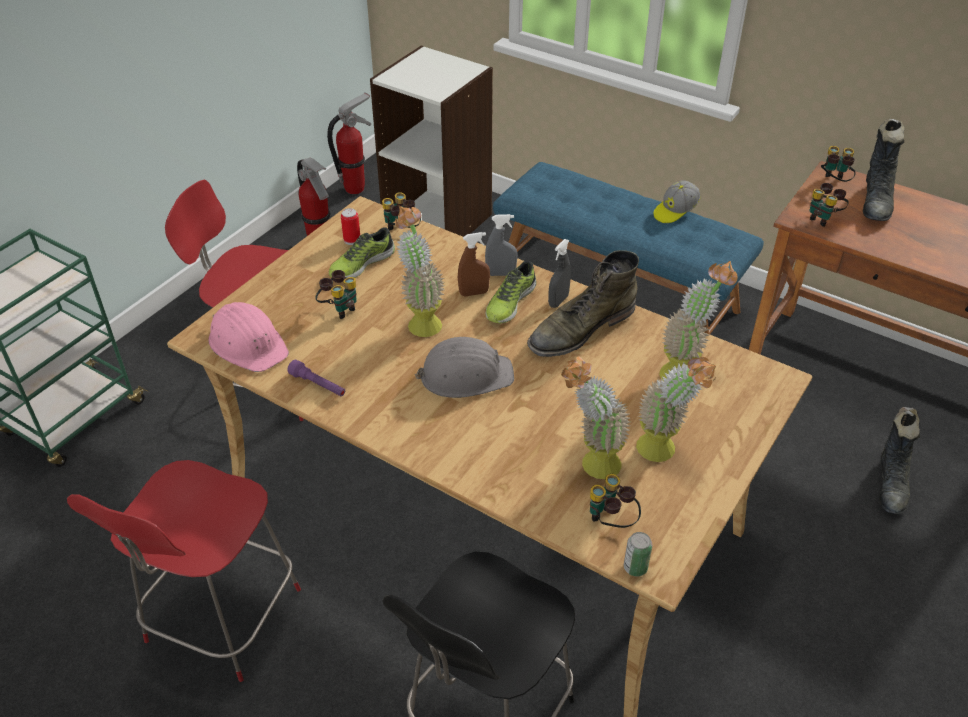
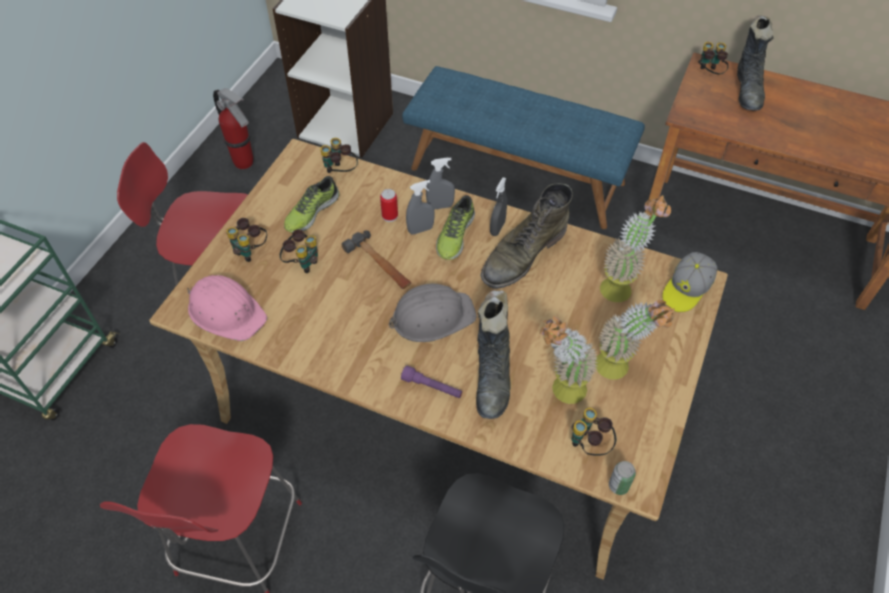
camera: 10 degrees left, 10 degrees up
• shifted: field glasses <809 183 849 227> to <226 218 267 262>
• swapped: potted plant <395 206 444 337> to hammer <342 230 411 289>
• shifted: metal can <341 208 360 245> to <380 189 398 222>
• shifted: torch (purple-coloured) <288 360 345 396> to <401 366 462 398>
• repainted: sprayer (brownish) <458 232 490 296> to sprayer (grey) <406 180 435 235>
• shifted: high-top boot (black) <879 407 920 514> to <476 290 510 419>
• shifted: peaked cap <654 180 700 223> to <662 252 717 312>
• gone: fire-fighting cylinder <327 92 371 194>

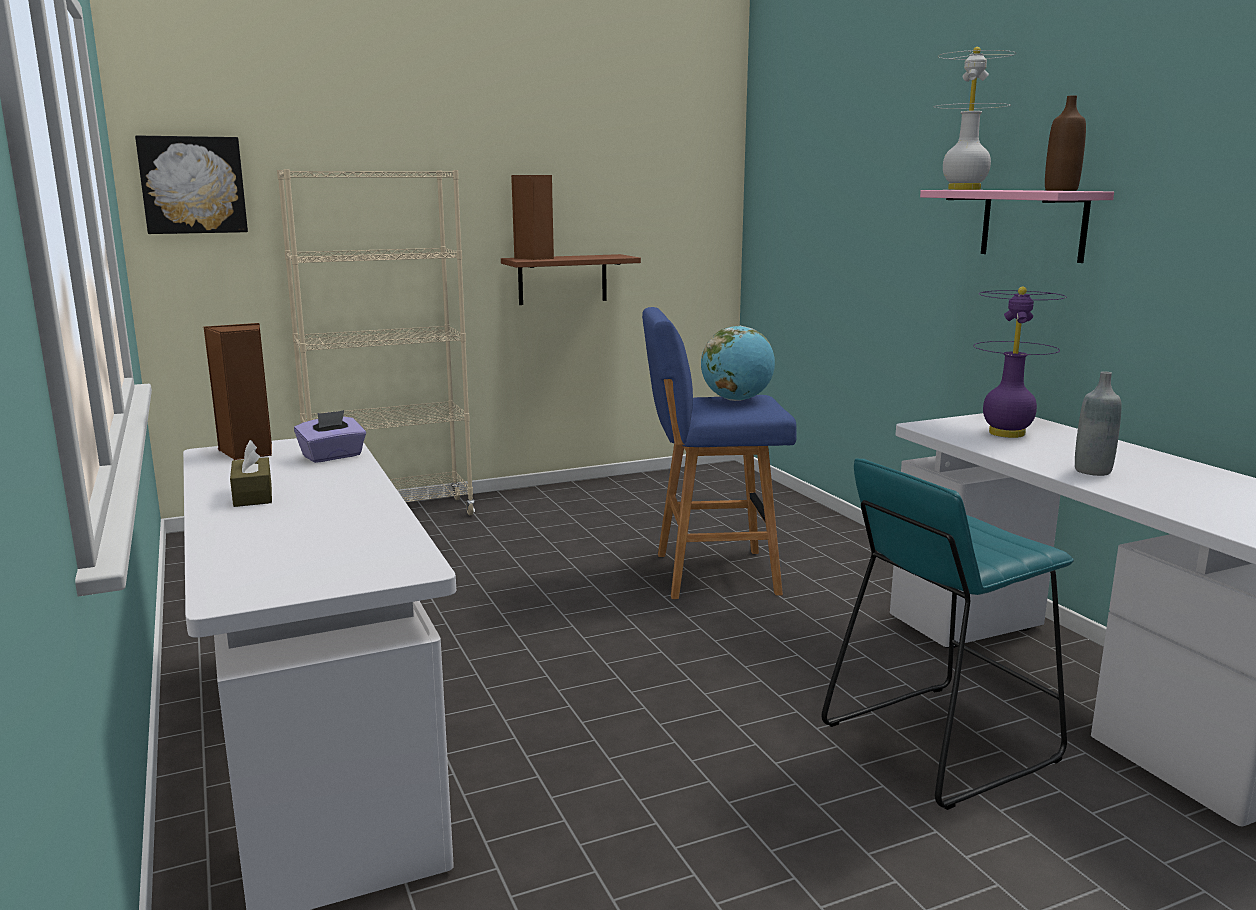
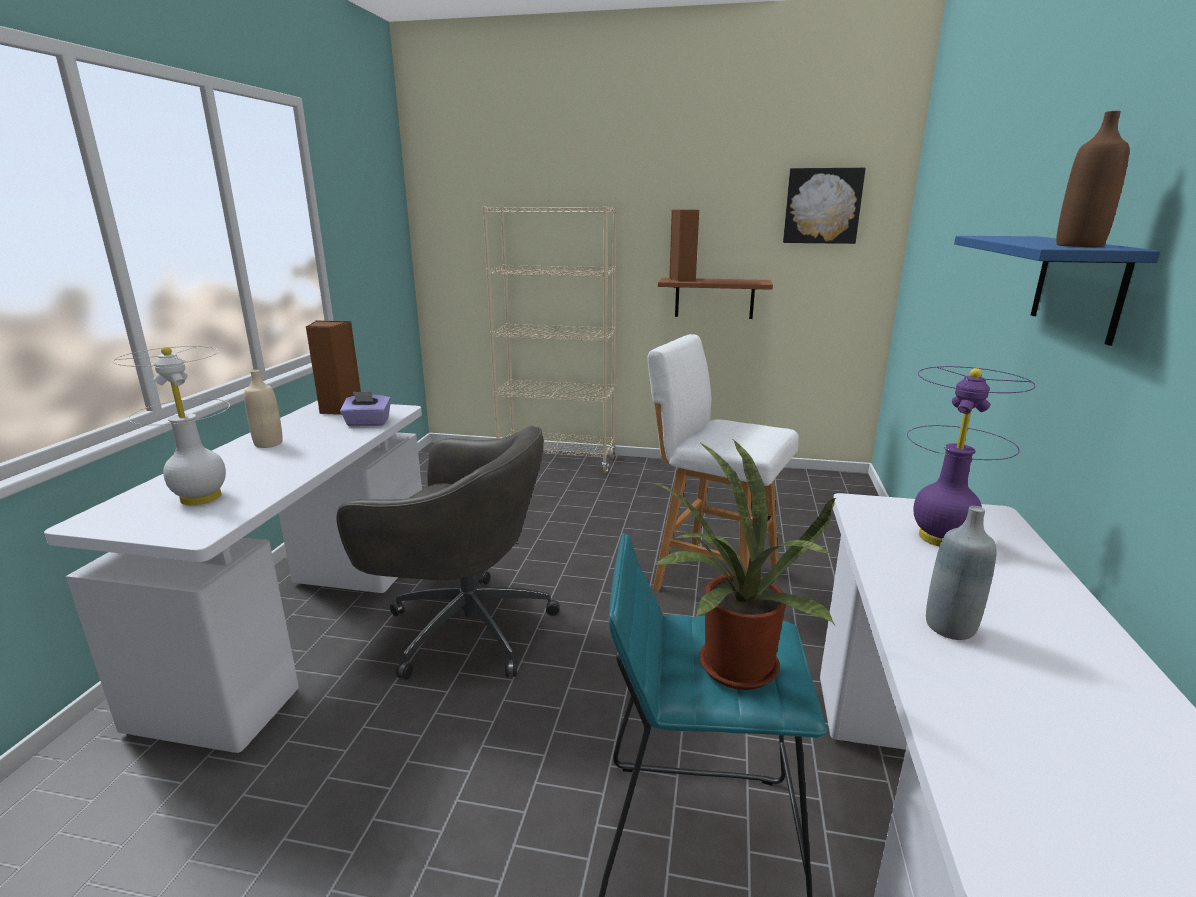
camera: 35 degrees right, 5 degrees up
• shifted: tabletop lamp (white-coloured) <934 47 1016 190> to <113 346 230 505>
• swapped: tissue box (brownish) <230 440 272 507> to beverage bottle (sand-coloured) <244 370 283 448>
• new: computer chair (grey) <337 426 559 680>
• repainted: stool seat (blue-coloured) <642 307 797 599> to stool seat (white-coloured) <648 334 799 591>
• new: potted plant <650 440 836 690>
• shifted: wall art <135 136 248 234> to <783 168 866 244>
• repainted: wall shelf (pinkish) <920 190 1114 263> to wall shelf (blue-coloured) <954 236 1161 346>
• gone: globe <701 326 775 401>

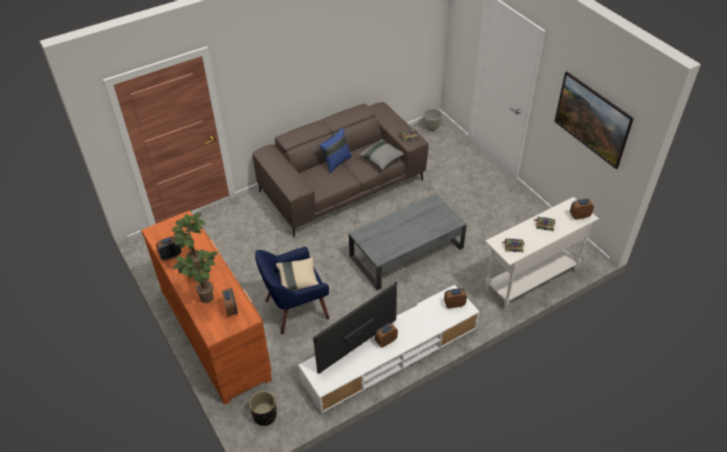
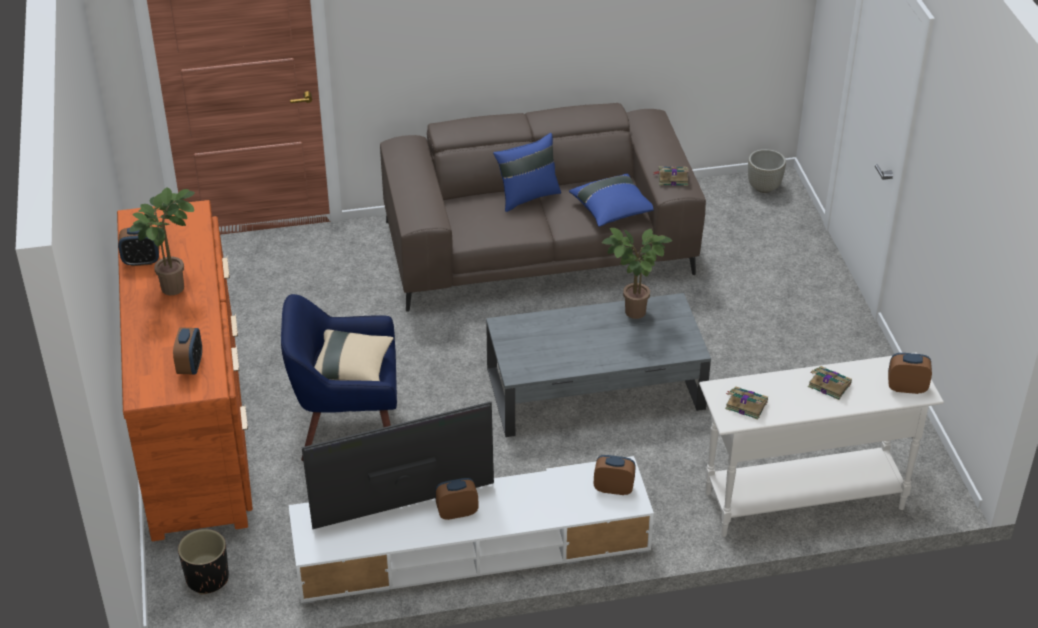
camera: 20 degrees right, 5 degrees down
• repainted: throw pillow (grey) <358 139 404 170> to throw pillow (blue-coloured) <569 174 654 227>
• shifted: potted plant <173 249 218 303> to <602 228 673 319>
• gone: wall art <554 72 634 169>

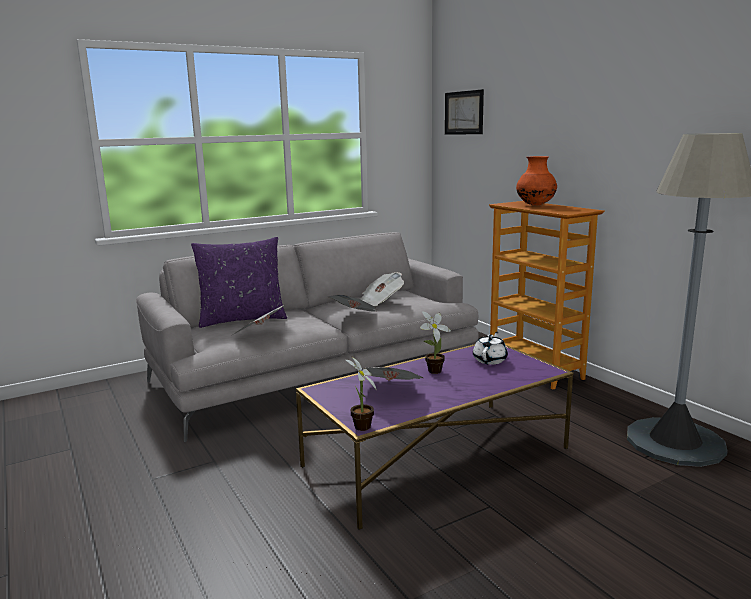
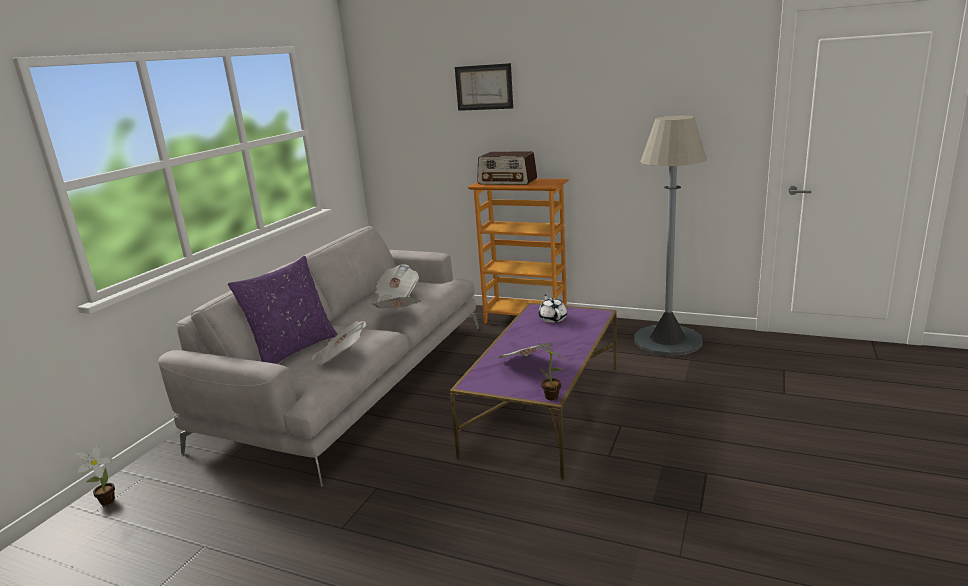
camera: 35 degrees left, 5 degrees up
• shifted: potted plant <420 311 451 374> to <76 446 115 505>
• shifted: wall art <445 89 484 134> to <455 63 513 111>
• swapped: vase (orange) <516 156 557 205> to radio <477 151 537 185>

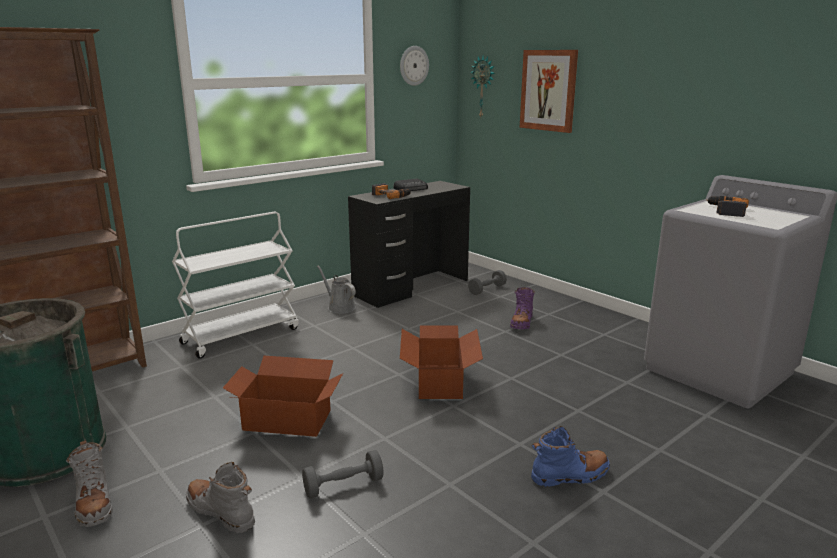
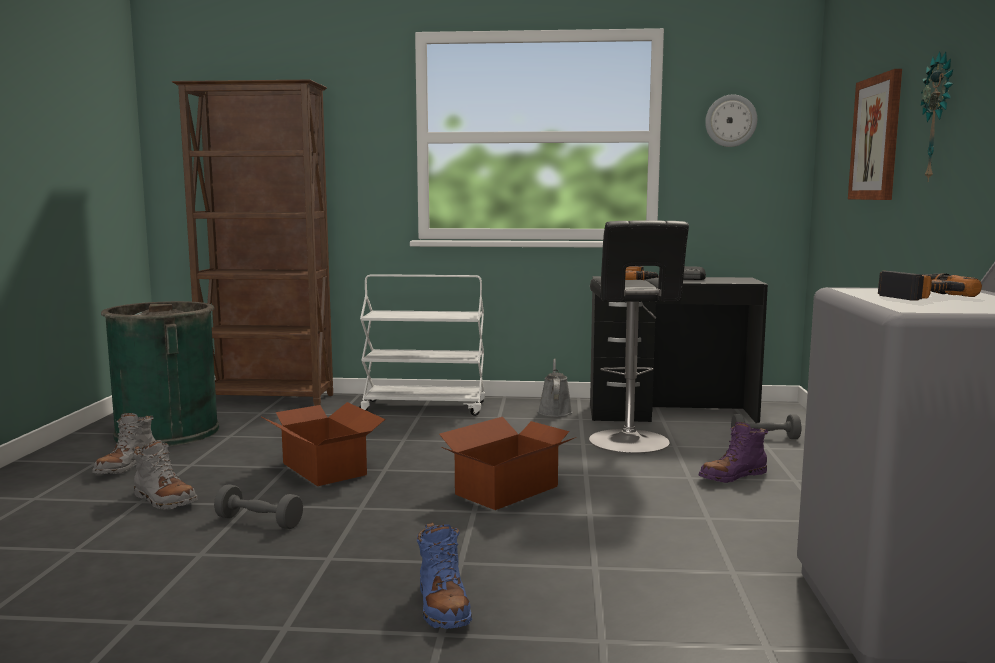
camera: 45 degrees right, 10 degrees down
• rotated: high-top boot (grey) <186 462 255 533> = <132 440 198 510> 135 degrees clockwise
• rotated: high-top boot (blue-coloured) <531 426 610 487> = <417 522 472 629> 45 degrees clockwise
• new: stool seat (black) <589 220 689 453>
• shifted: clock on the wall <470 56 495 117> to <921 51 953 181>

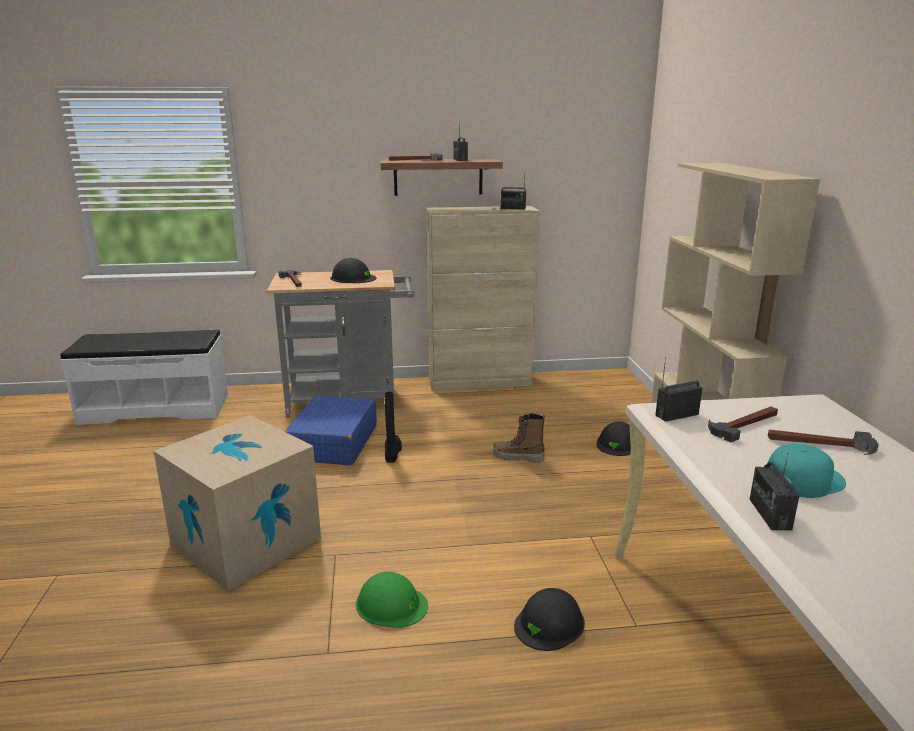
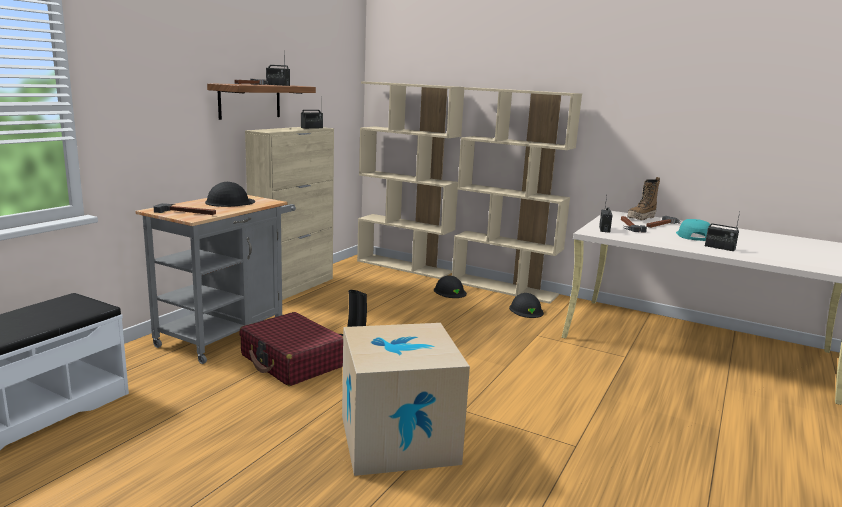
camera: 55 degrees left, 5 degrees down
• repainted: travel case (blue-coloured) <285 396 377 465> to travel case (red-coloured) <239 312 343 386>
• new: bookshelf (sand-coloured) <357 82 464 279>
• shifted: hard hat (black) <514 588 585 651> to <509 293 544 318>
• shifted: high-top boot <492 413 545 463> to <627 177 660 220>
• gone: hard hat (green) <356 572 428 628>

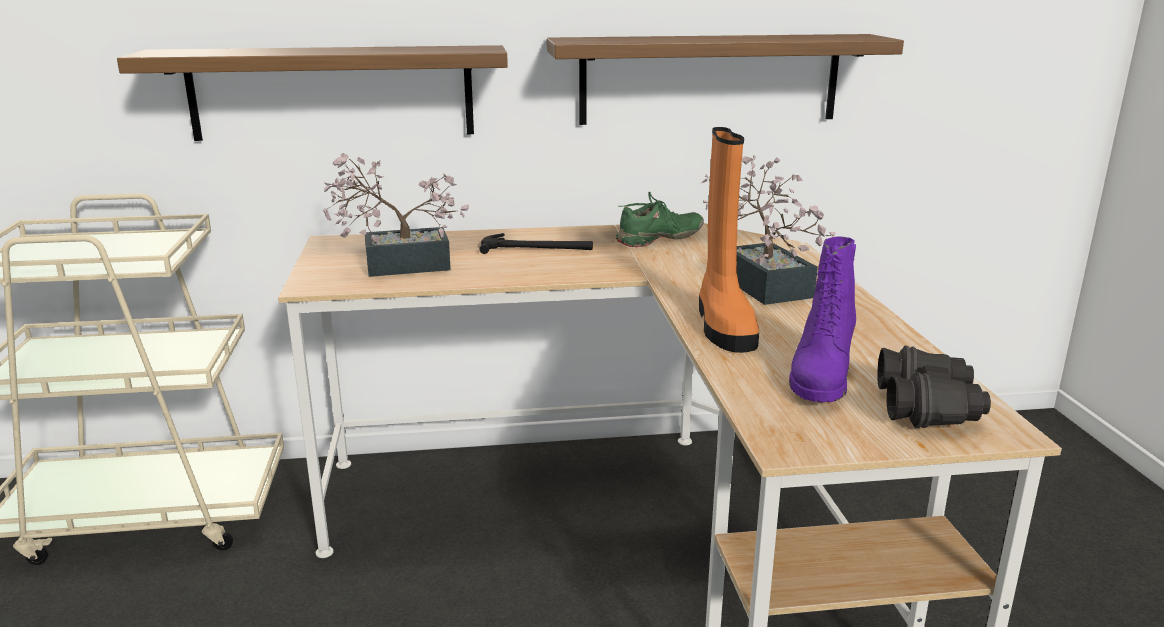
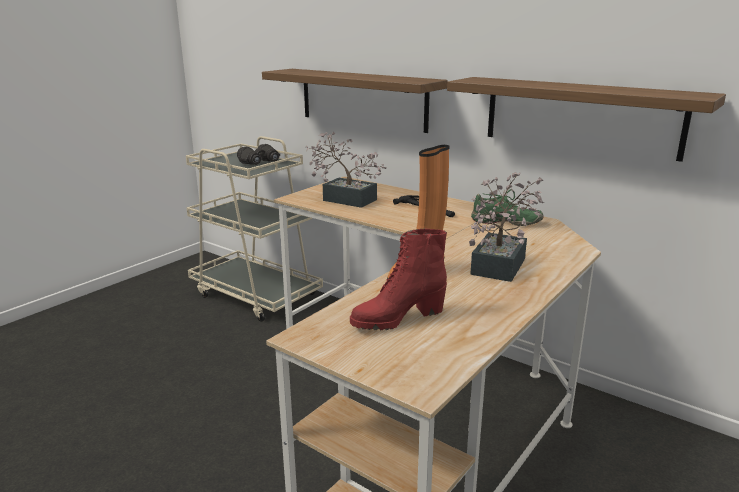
camera: 45 degrees right, 0 degrees up
• shifted: field glasses (black) <877 346 991 428> to <237 144 280 165>
• repainted: high-top boot (purple-coloured) <789 236 856 402> to high-top boot (red-coloured) <350 229 447 330>

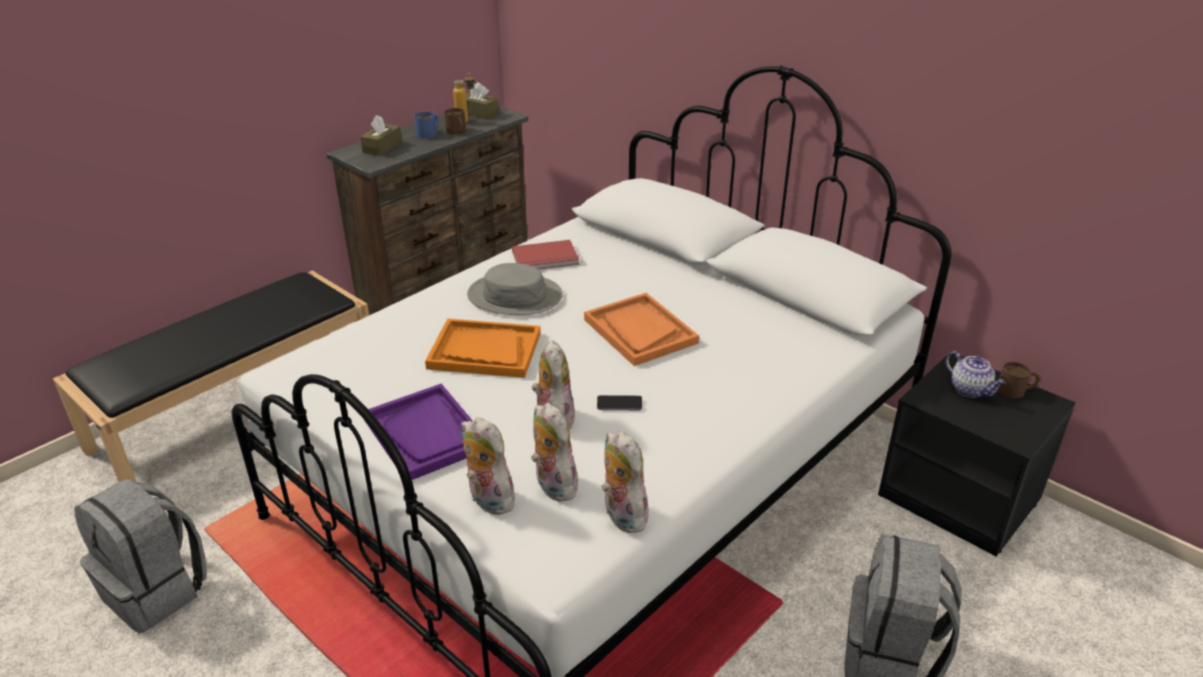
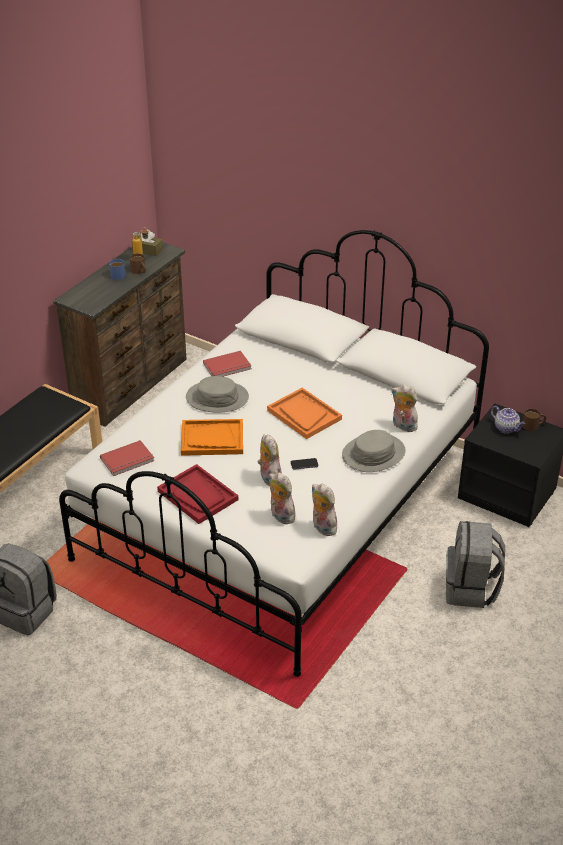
camera: 10 degrees left, 5 degrees up
• new: book (red-coloured) <100 440 154 476>
• repainted: tray (purple-coloured) <364 384 473 480> to tray (red-coloured) <157 464 238 524>
• new: clothing hat (grey) <342 430 406 472>
• shifted: plush toy <461 417 518 515> to <391 384 418 432>
• gone: tissue box (brownish) <360 115 402 156>

